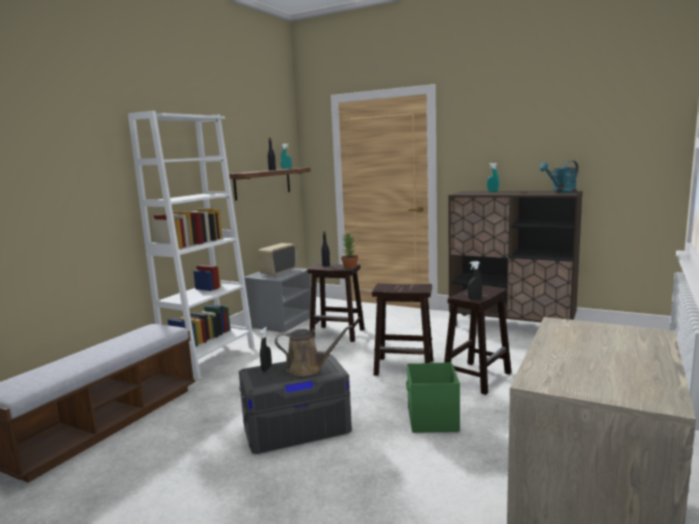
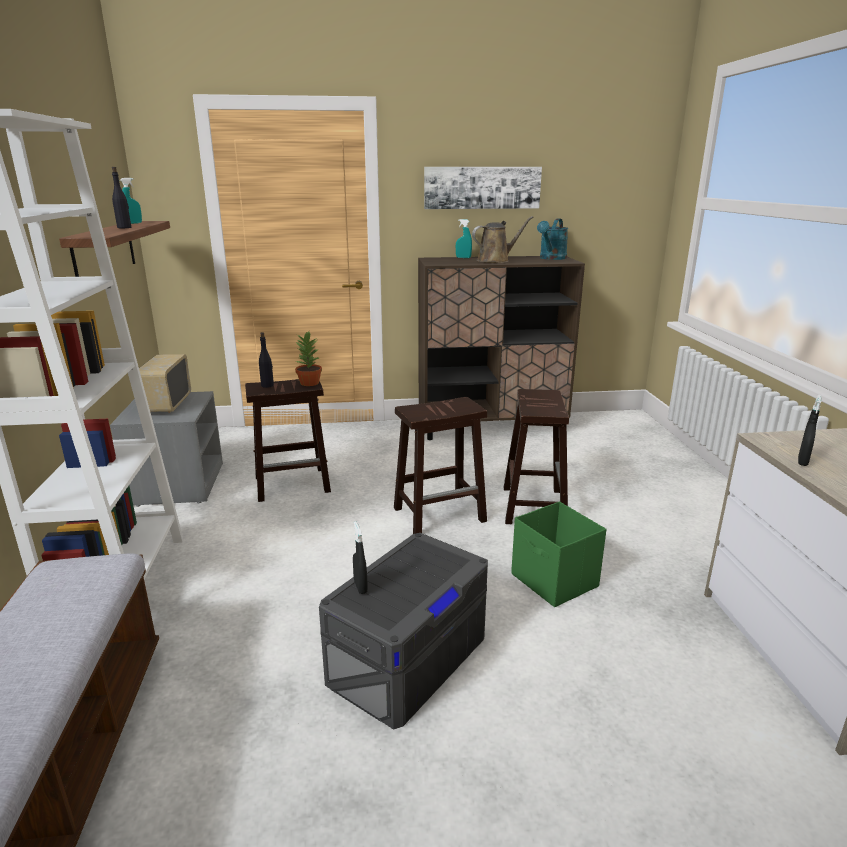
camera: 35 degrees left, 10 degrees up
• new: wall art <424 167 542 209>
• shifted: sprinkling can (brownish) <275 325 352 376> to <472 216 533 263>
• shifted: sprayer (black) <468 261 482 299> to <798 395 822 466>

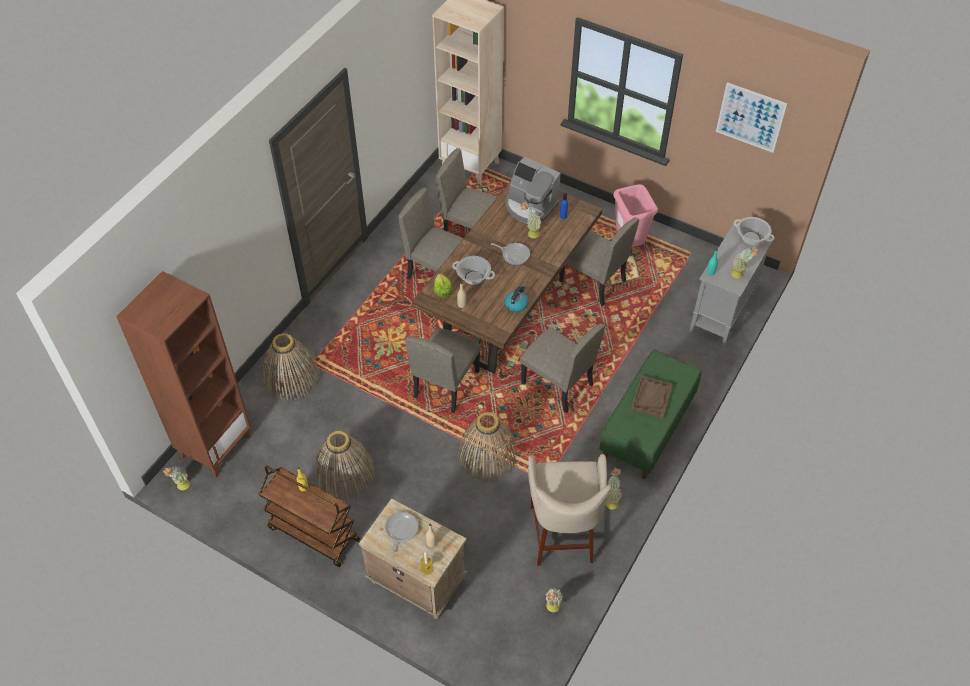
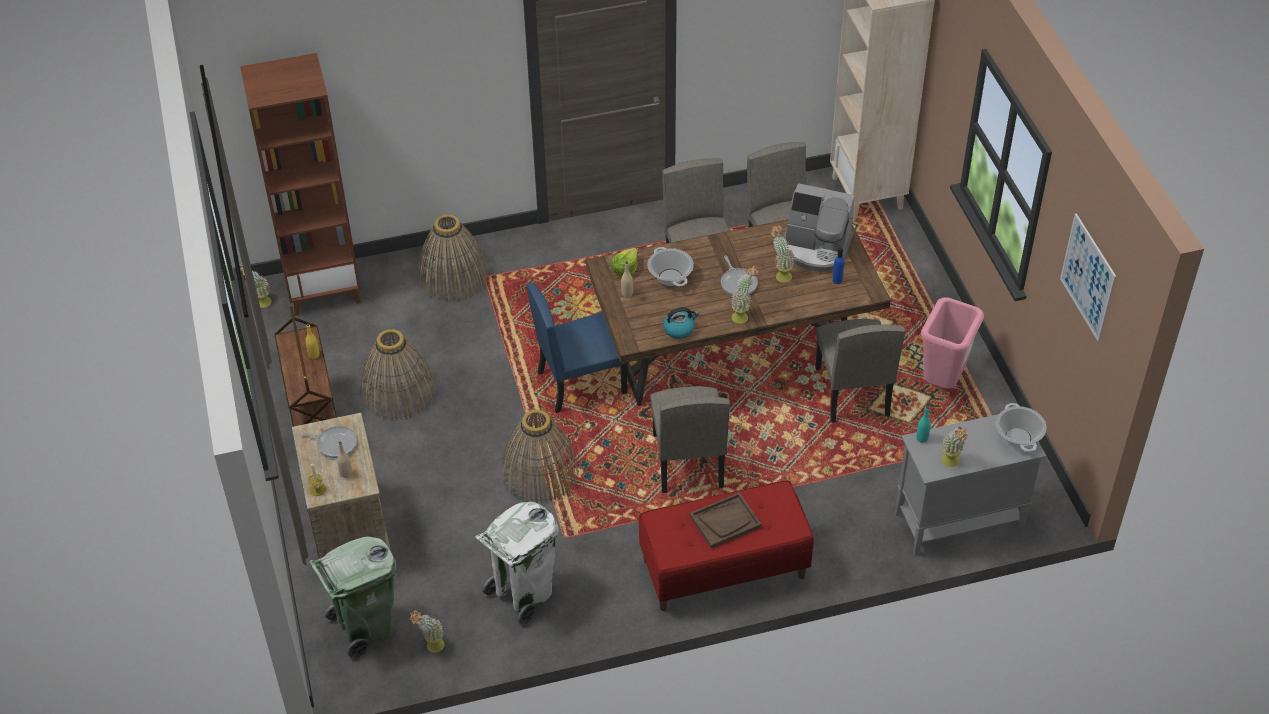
camera: 45 degrees right, 5 degrees down
• rotated: skillet <385 512 418 555> = <299 426 357 458> 45 degrees clockwise
• new: trash can (green) <309 536 397 659>
• swapped: stool seat (sand-coloured) <528 454 612 566> to trash can (white-coloured) <475 502 559 625>
• repainted: upright chair (sand-coloured) <405 328 481 413> to upright chair (blue-coloured) <527 282 628 413>
• repainted: indoor bench (green) <599 349 701 479> to indoor bench (red-coloured) <639 480 814 611>
• shifted: potted plant <606 468 623 510> to <731 266 758 324>
• rotated: coffee maker <505 156 561 223> = <783 183 855 272> 60 degrees counterclockwise

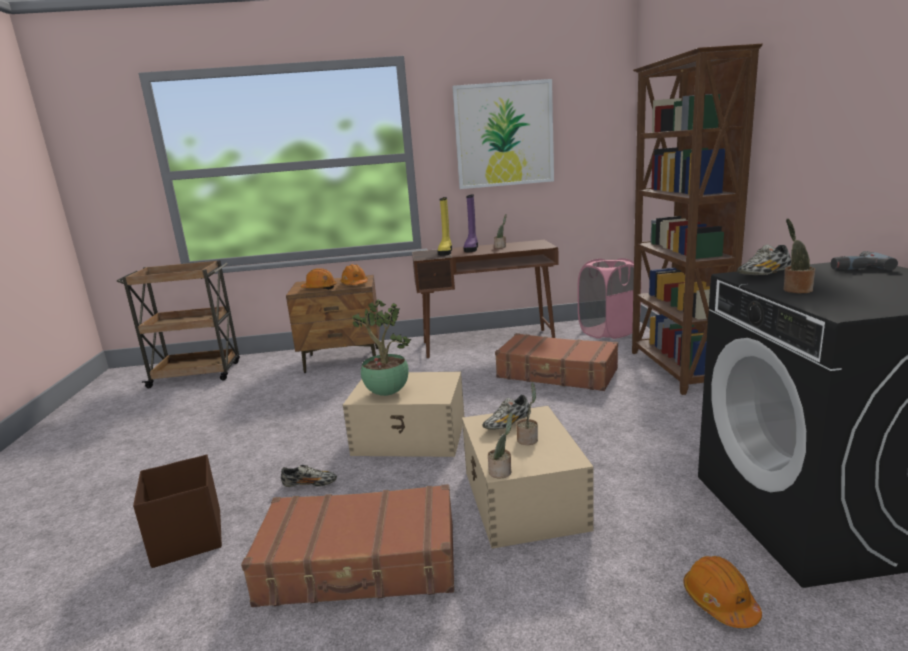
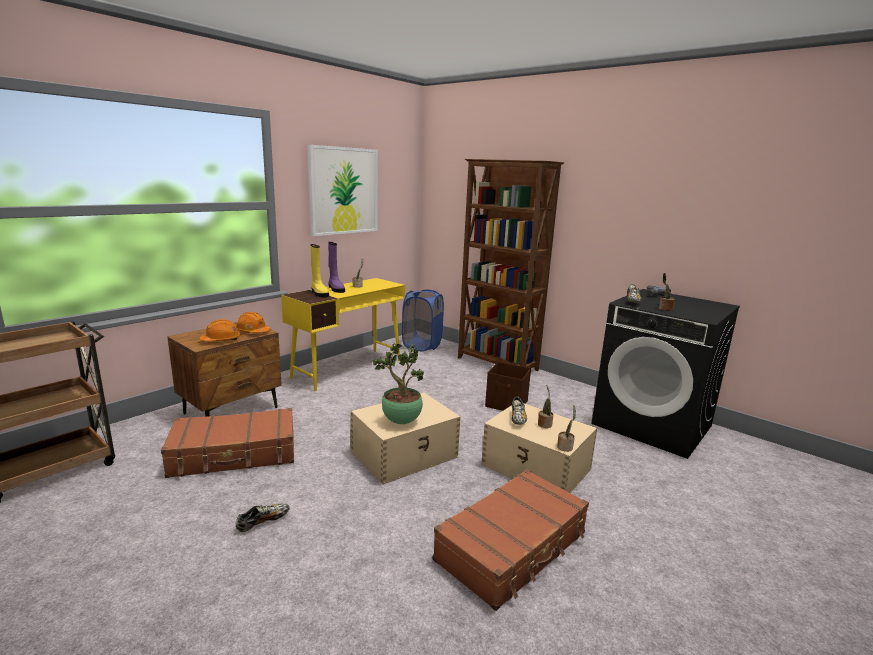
camera: 45 degrees left, 0 degrees up
• shifted: travel case (brownish) <495 333 618 391> to <161 408 294 478>
• shifted: item of footwear <281 465 337 487> to <236 503 290 532>
• repainted: desk unit (brownish) <412 240 559 358> to desk unit (yellowish) <281 278 405 391>
• repainted: washing basket (pinkish) <578 258 641 339> to washing basket (blue-coloured) <402 290 444 351>
• shifted: storage bin (brownish) <133 455 222 568> to <485 362 531 411>
• gone: hard hat (orange) <683 556 762 628>

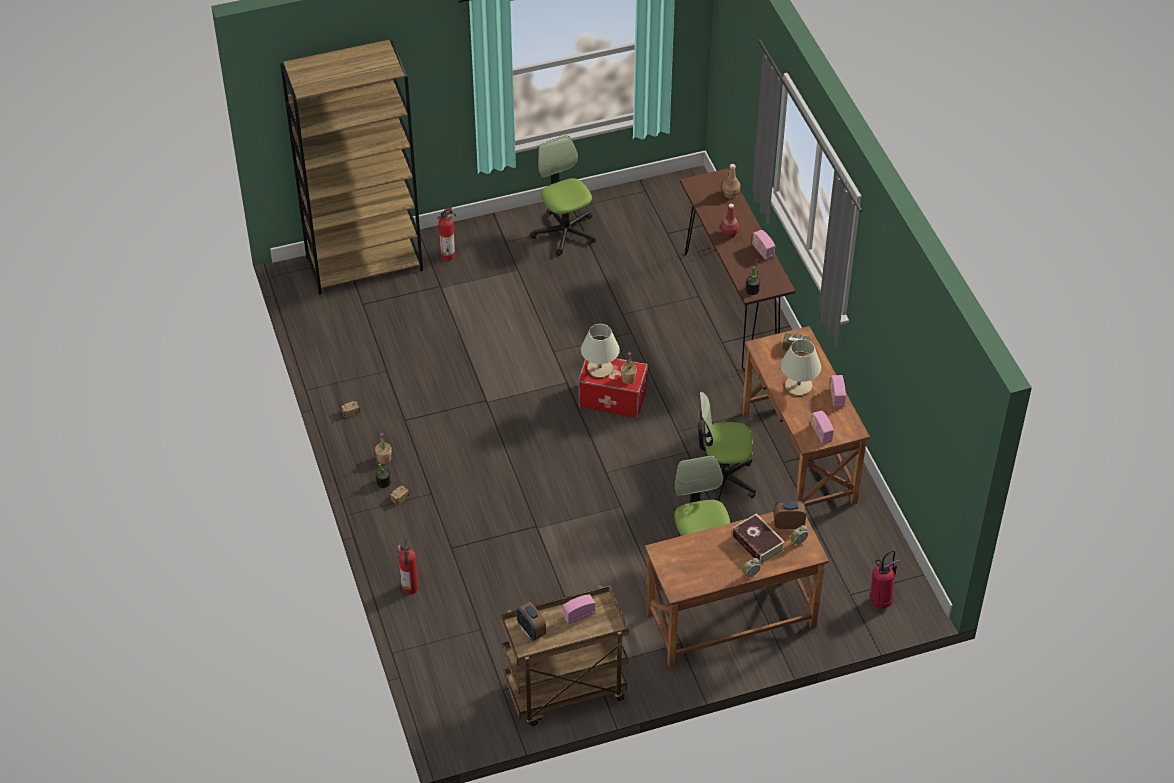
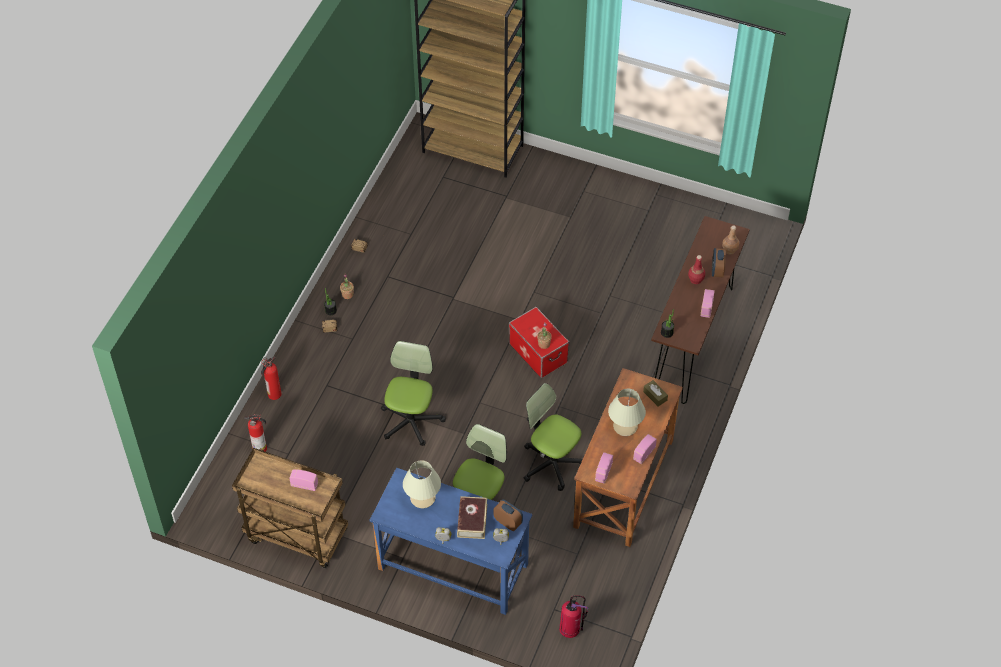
camera: 40 degrees right, 5 degrees up
• shifted: fire-fighting cylinder <437 207 456 261> to <244 414 267 452>
• repainted: desk unit (brownish) <645 512 829 668> to desk unit (blue-coloured) <369 467 532 615>
• shifted: computer chair <530 135 596 256> to <381 341 446 446>
• shifted: tabletop lamp (sand-coloured) <581 324 620 378> to <403 460 441 508>
• shifted: table clock <516 602 546 641> to <712 248 726 277>

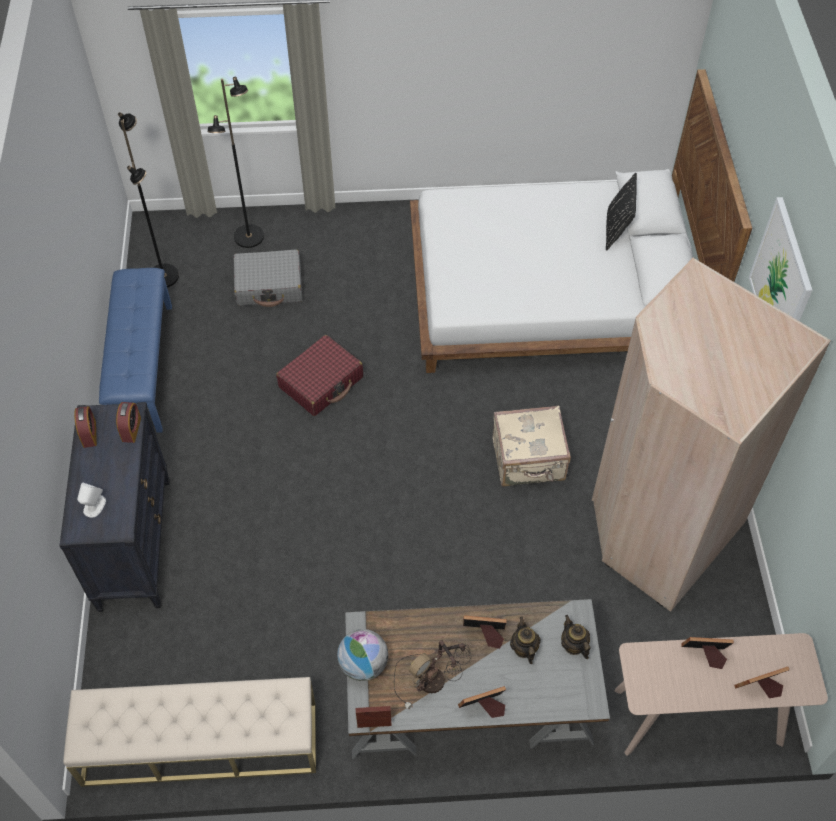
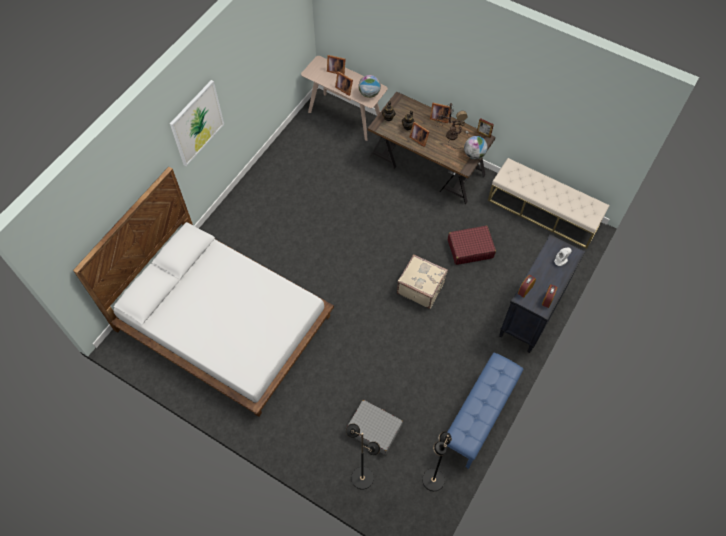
camera: 145 degrees left, 5 degrees up
• new: globe <359 75 381 98>
• repainted: desk unit (grey) <345 599 610 759> to desk unit (brownish) <367 91 495 204>
• shifted: travel case (sand-coloured) <493 405 571 487> to <397 254 448 309>
• shifted: travel case (red-coloured) <276 335 363 416> to <448 225 496 265>
• gone: clothes cupboard (sand-coloured) <592 258 831 612>
• gone: throw pillow (black) <606 173 637 251>

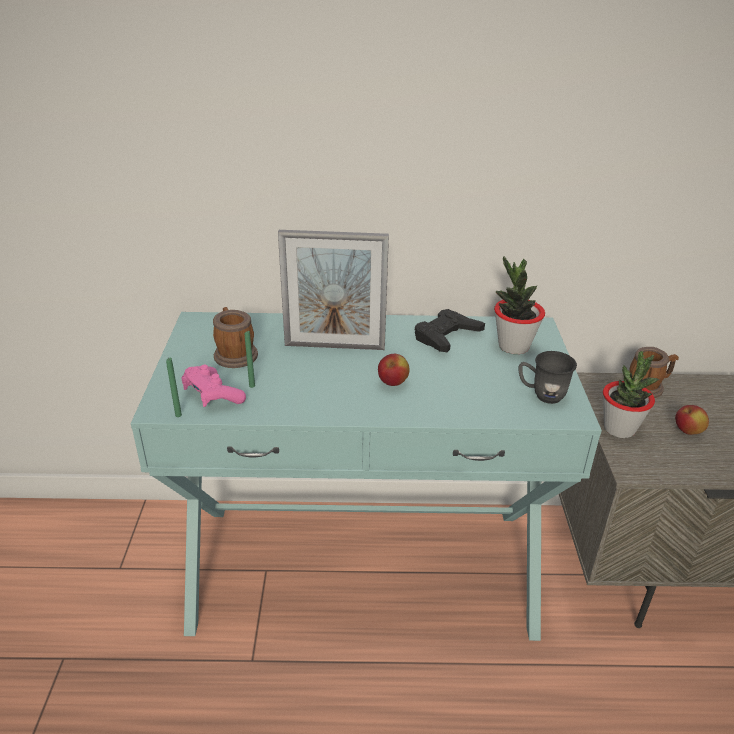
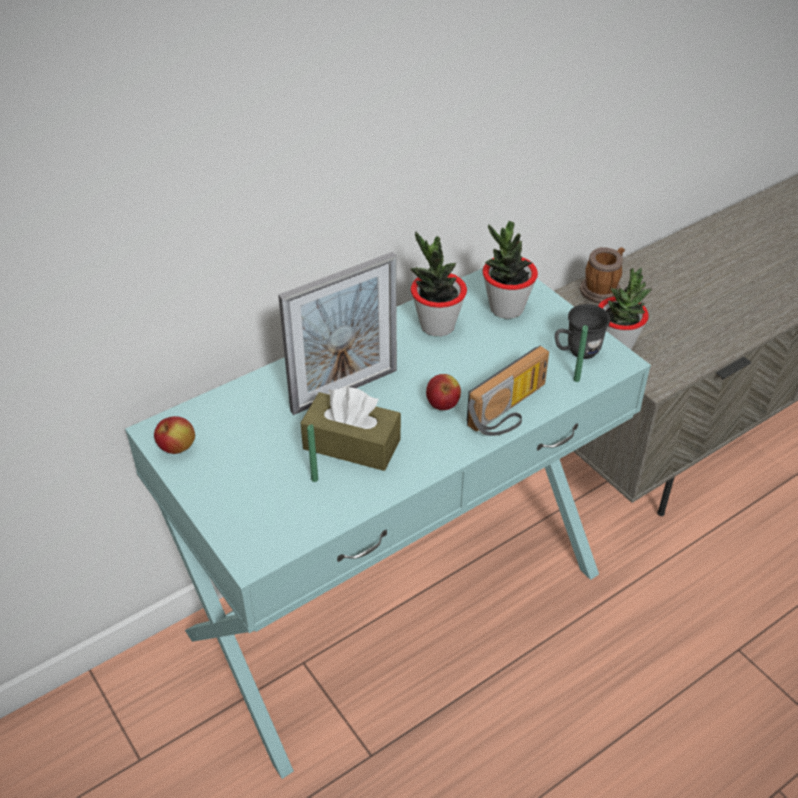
camera: 35 degrees left, 10 degrees up
• shifted: whole apple <675 405 709 435> to <154 416 195 454>
• new: tissue box (brownish) <301 387 401 471>
• swapped: joypad (black) <415 309 485 352> to potted plant <411 232 467 336>
• new: radio <467 346 549 436>
• shifted: wax candle (green) <166 358 182 417> to <574 325 588 382>
• gone: joypad (pinkish) <182 365 246 407>
• gone: coffee mug <213 307 258 368>

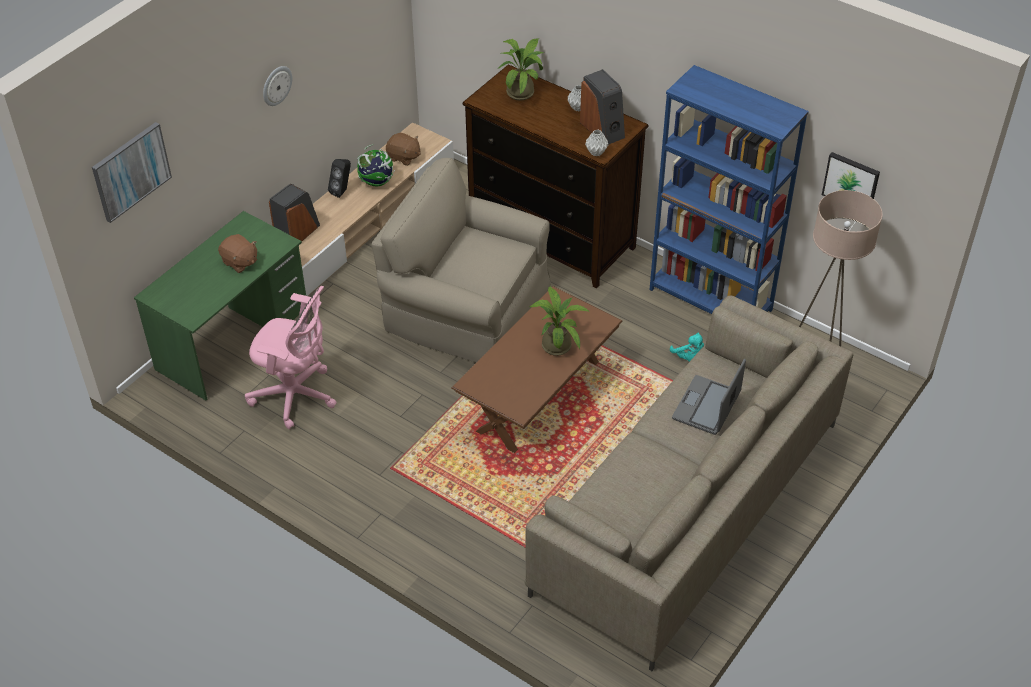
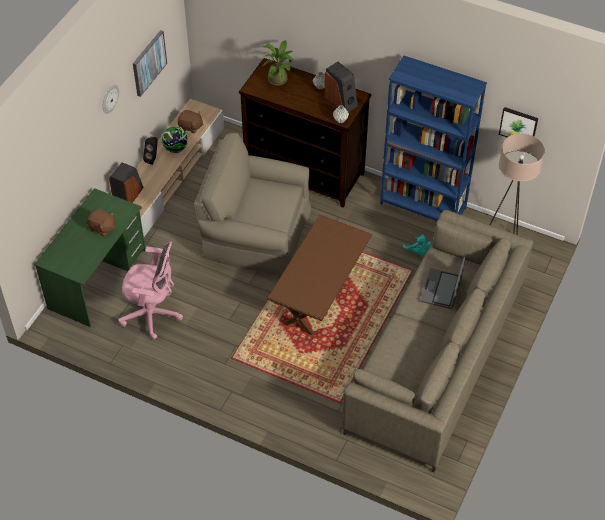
camera: 10 degrees left, 5 degrees up
• shifted: wall art <92 122 172 223> to <133 30 167 97>
• gone: potted plant <530 286 590 356>

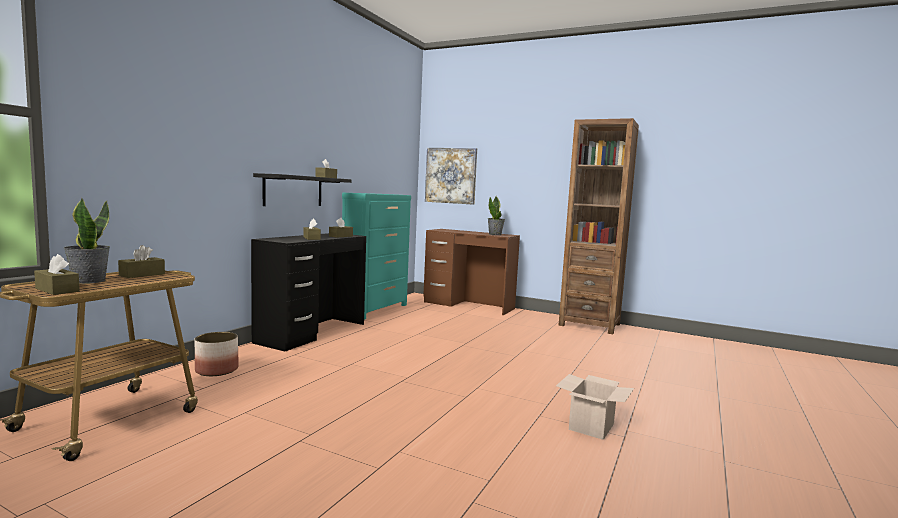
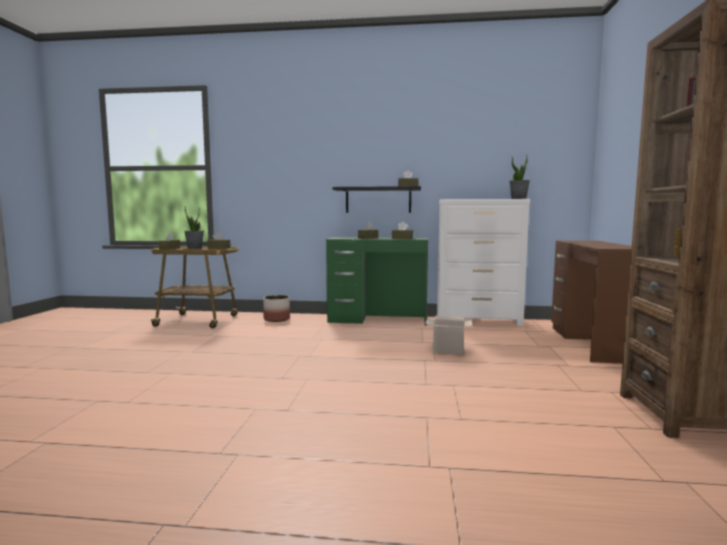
camera: 70 degrees right, 0 degrees up
• repainted: desk unit (black) <251 233 366 351> to desk unit (green) <326 237 428 326>
• shifted: cardboard box <556 374 634 440> to <425 316 472 354>
• repainted: chest of drawers (turquoise) <342 193 411 320> to chest of drawers (white-coloured) <437 199 530 326>
• shifted: potted plant <487 196 505 235> to <509 156 530 199>
• gone: wall art <425 148 477 205>

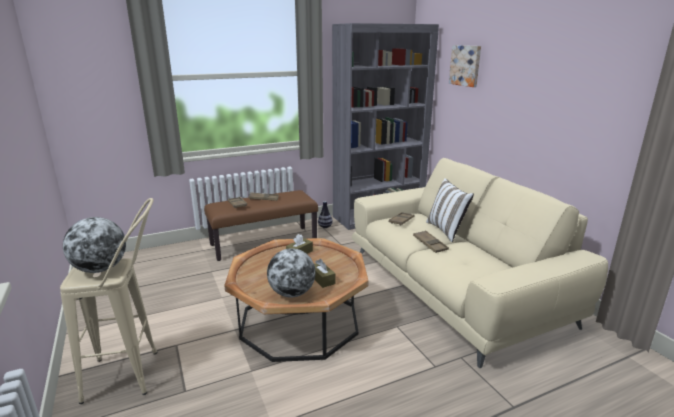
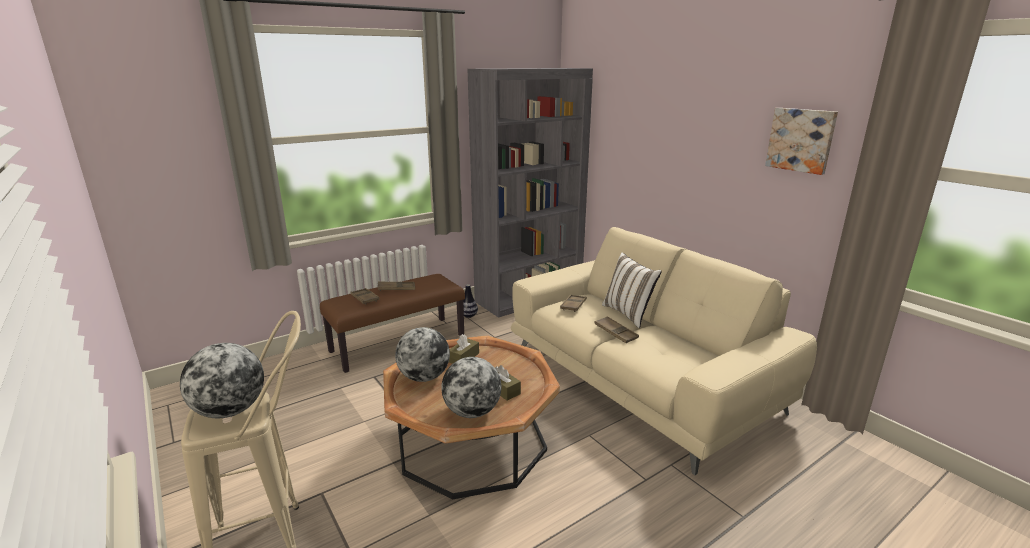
camera: 10 degrees left, 0 degrees up
• new: globe <395 327 450 382>
• shifted: wall art <449 45 481 87> to <765 108 838 175>

